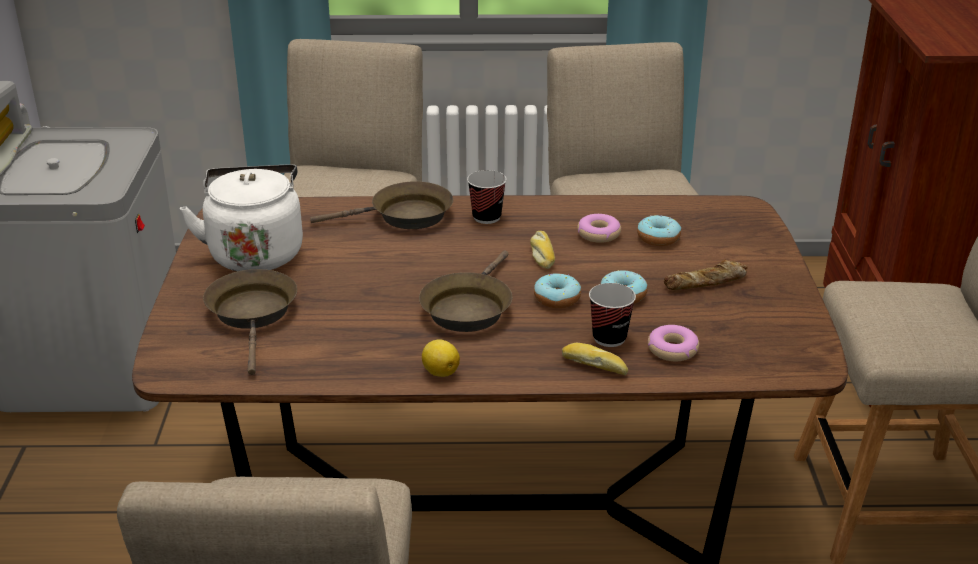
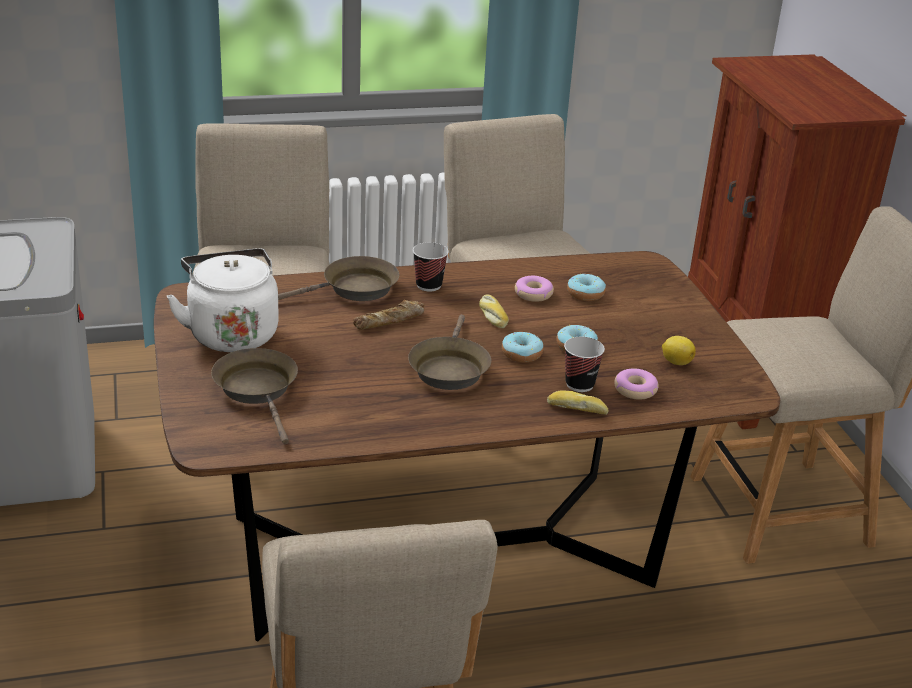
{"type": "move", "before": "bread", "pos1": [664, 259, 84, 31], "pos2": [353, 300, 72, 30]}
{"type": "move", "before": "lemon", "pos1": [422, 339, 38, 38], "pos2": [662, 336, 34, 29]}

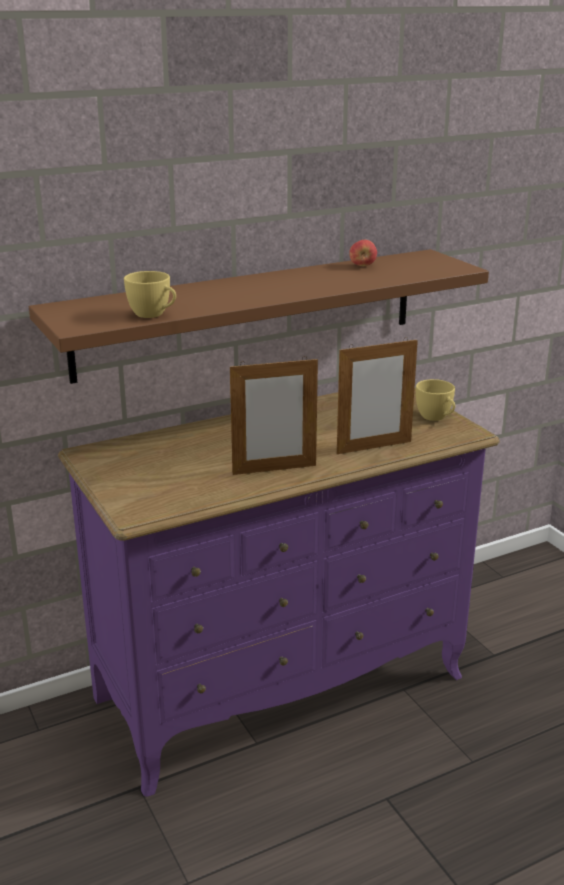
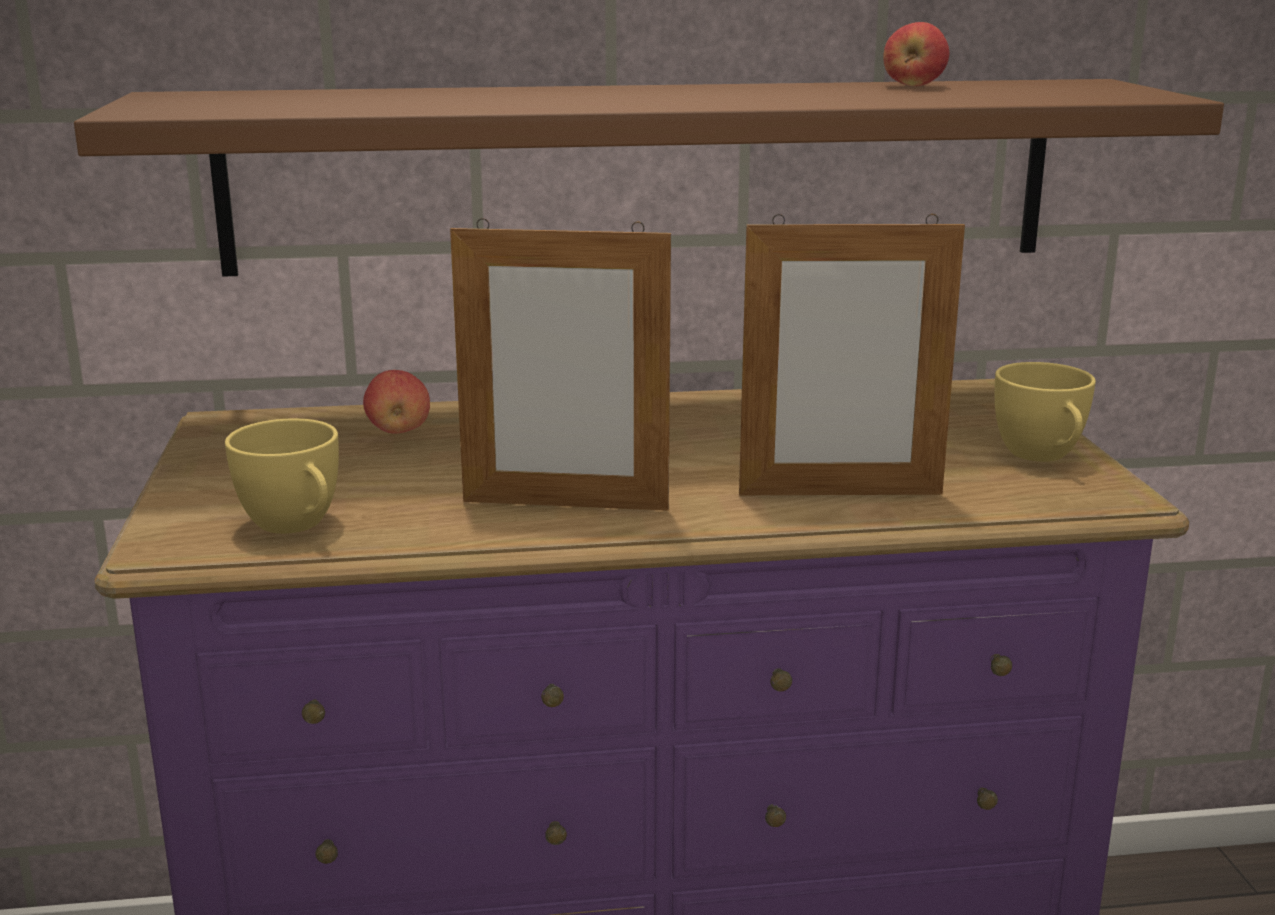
{"type": "move", "before": "cup (yellow)", "pos1": [124, 271, 52, 47], "pos2": [225, 419, 114, 115]}
{"type": "insert", "after": "apple", "pos2": [363, 370, 67, 64]}

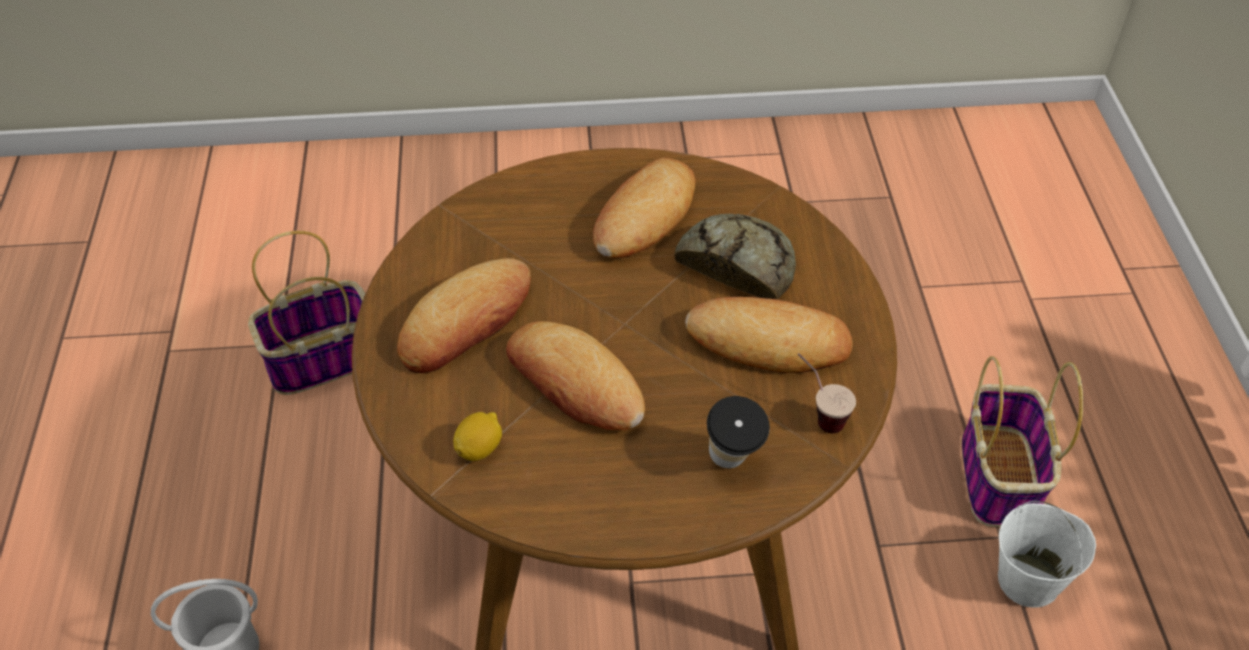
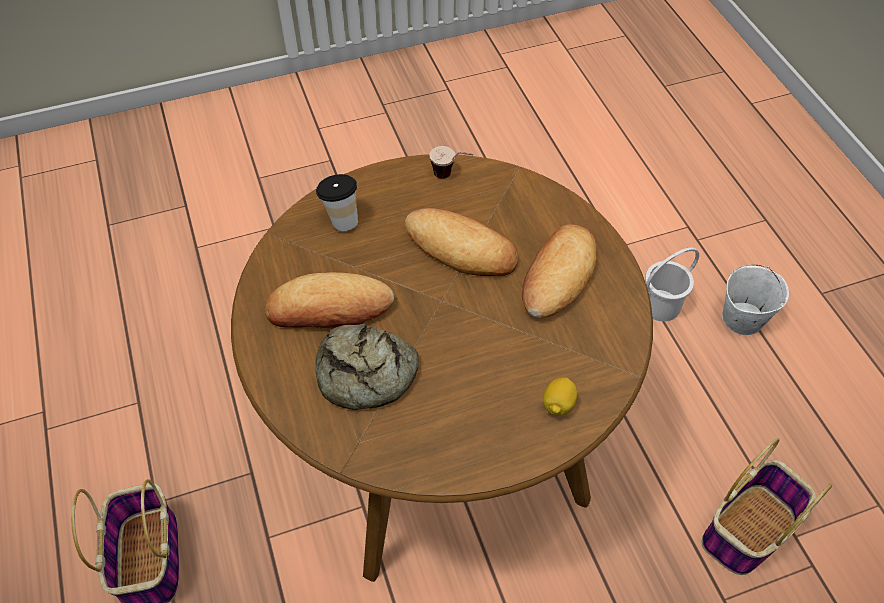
{"type": "delete", "before": "bread", "pos1": [593, 158, 103, 100]}
{"type": "move", "before": "cup", "pos1": [797, 353, 59, 80], "pos2": [429, 146, 44, 33]}
{"type": "move", "before": "lemon", "pos1": [453, 412, 49, 49], "pos2": [542, 377, 35, 39]}
{"type": "move", "before": "bucket (white)", "pos1": [998, 501, 98, 107], "pos2": [722, 265, 67, 70]}

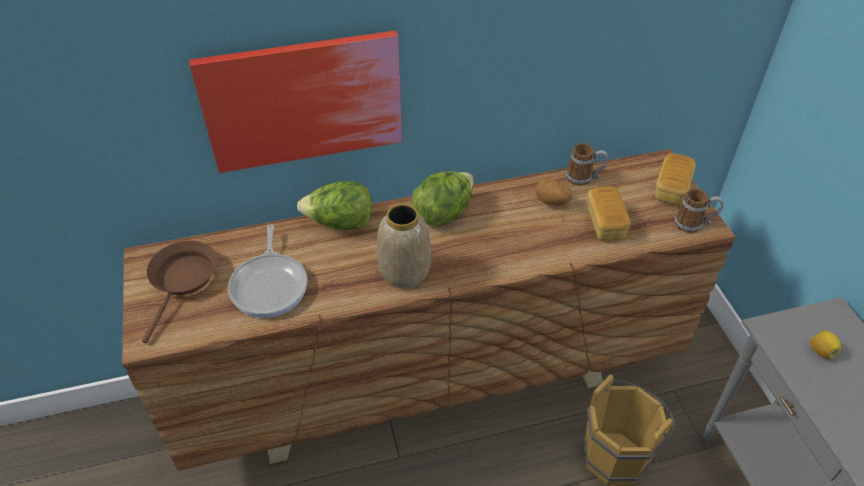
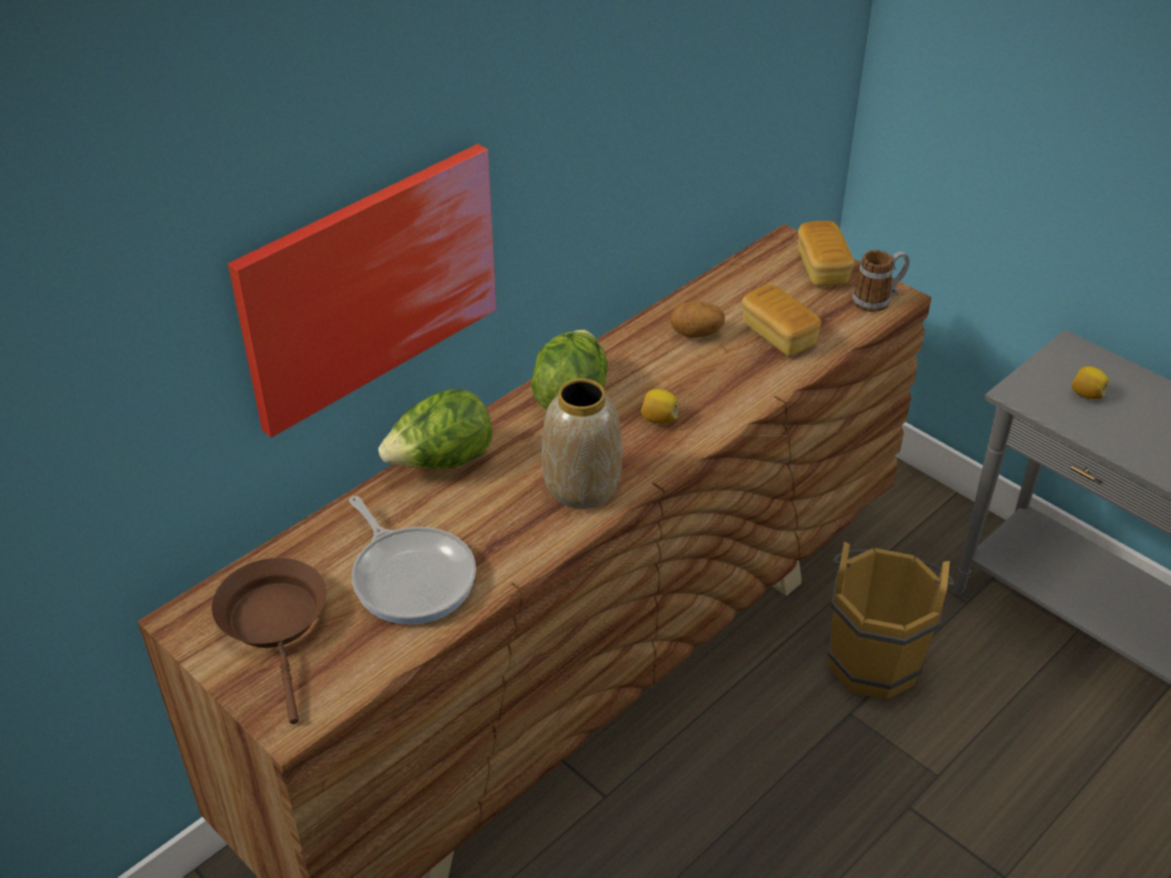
{"type": "delete", "before": "mug", "pos1": [566, 143, 42, 43]}
{"type": "insert", "after": "lemon", "pos2": [641, 389, 37, 35]}

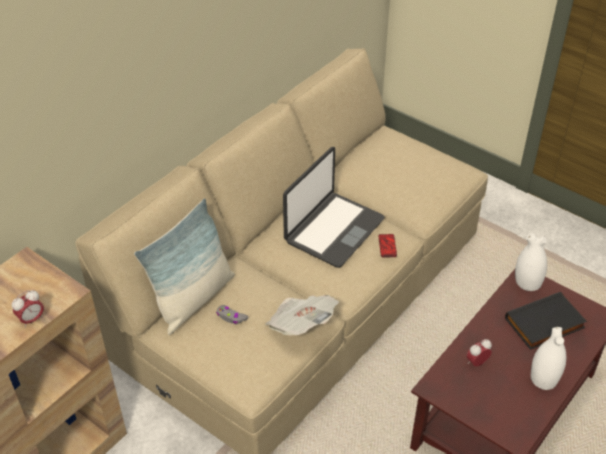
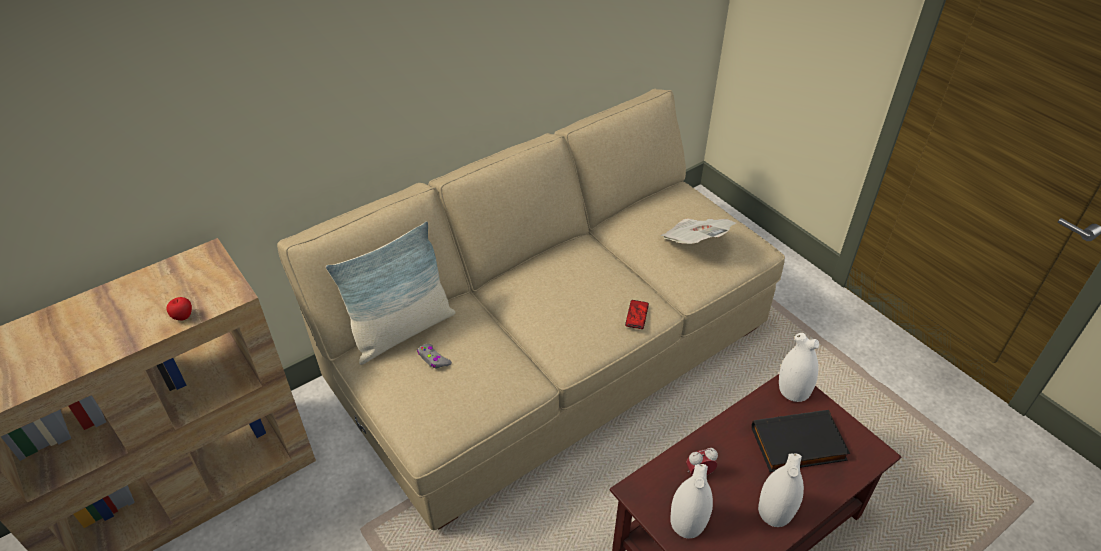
{"type": "delete", "before": "laptop", "pos1": [283, 147, 102, 121]}
{"type": "replace", "before": "alarm clock", "after": "apple", "pos1": [12, 290, 32, 38], "pos2": [166, 297, 26, 23]}
{"type": "move", "before": "newspaper", "pos1": [265, 295, 74, 41], "pos2": [660, 219, 76, 25]}
{"type": "insert", "after": "vase (white)", "pos2": [670, 464, 43, 74]}

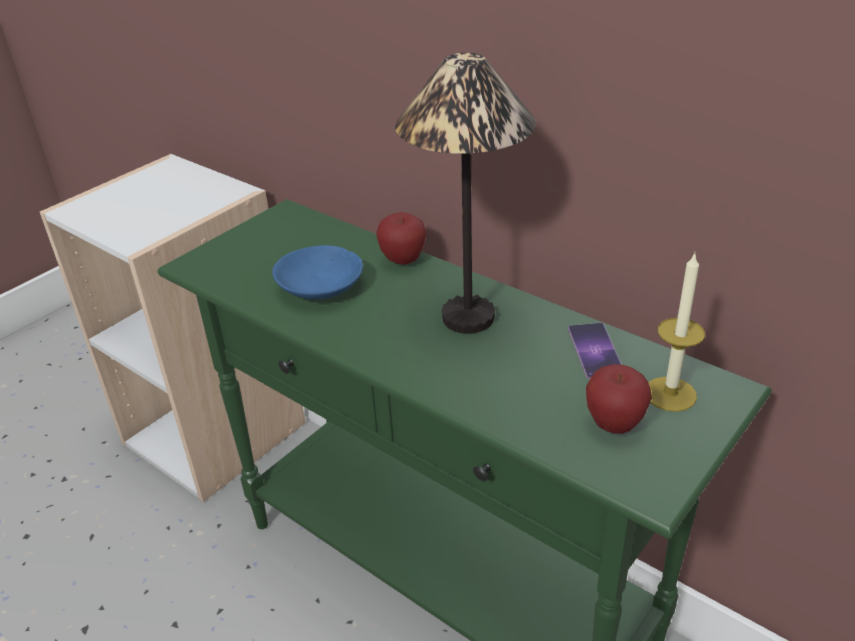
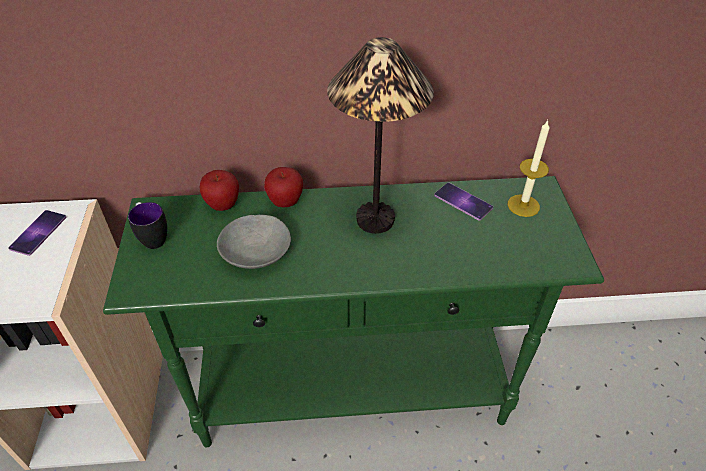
{"type": "recolor", "before": "bowl (blue)", "after": "bowl (grey)", "pos1": [272, 245, 91, 55], "pos2": [217, 215, 74, 54]}
{"type": "move", "before": "apple", "pos1": [586, 364, 66, 70], "pos2": [200, 170, 39, 41]}
{"type": "insert", "after": "mug", "pos2": [128, 202, 39, 47]}
{"type": "insert", "after": "phone", "pos2": [8, 210, 58, 46]}

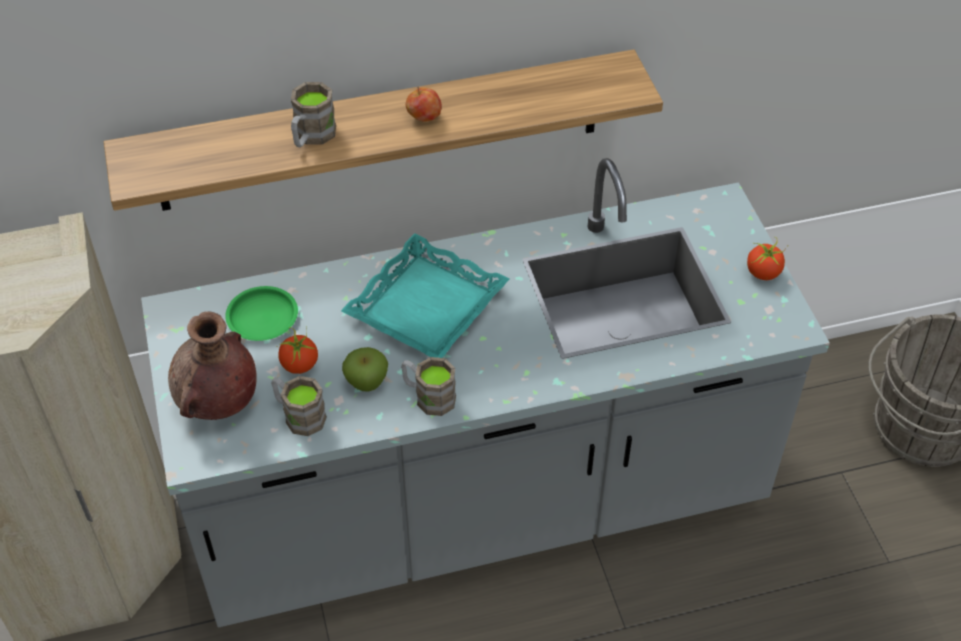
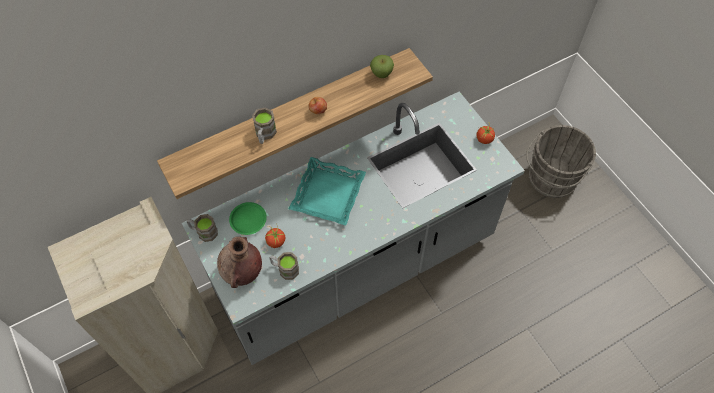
{"type": "move", "before": "apple", "pos1": [342, 347, 46, 44], "pos2": [370, 55, 24, 23]}
{"type": "move", "before": "mug (brown)", "pos1": [401, 357, 55, 59], "pos2": [187, 214, 31, 28]}

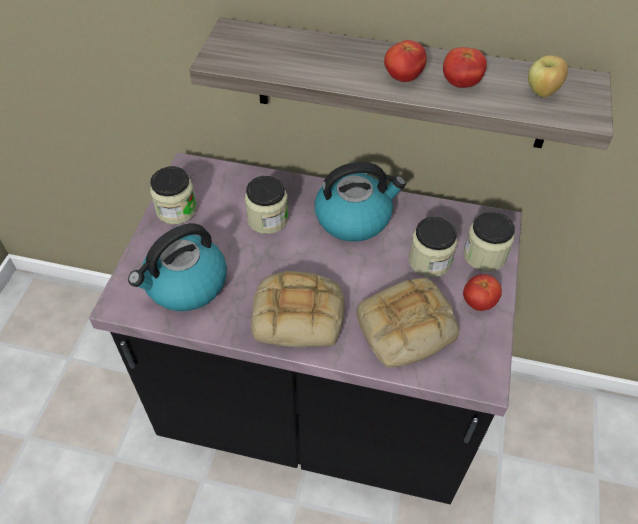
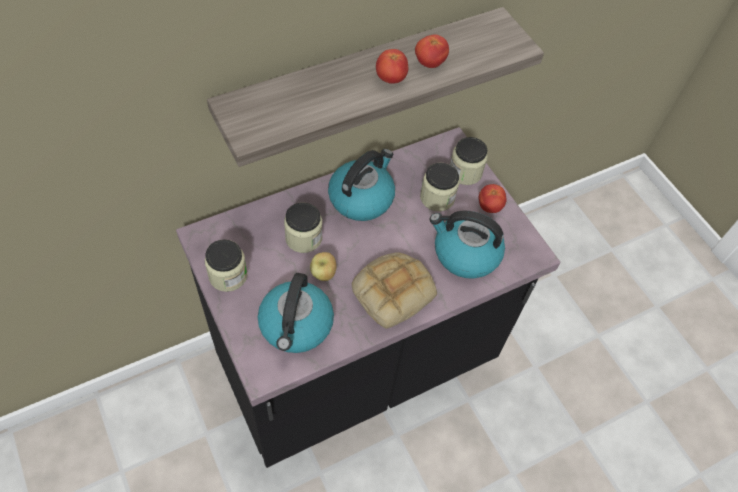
{"type": "move", "before": "apple", "pos1": [528, 55, 40, 42], "pos2": [310, 252, 27, 29]}
{"type": "replace", "before": "bread", "after": "kettle", "pos1": [357, 278, 102, 90], "pos2": [430, 210, 75, 68]}

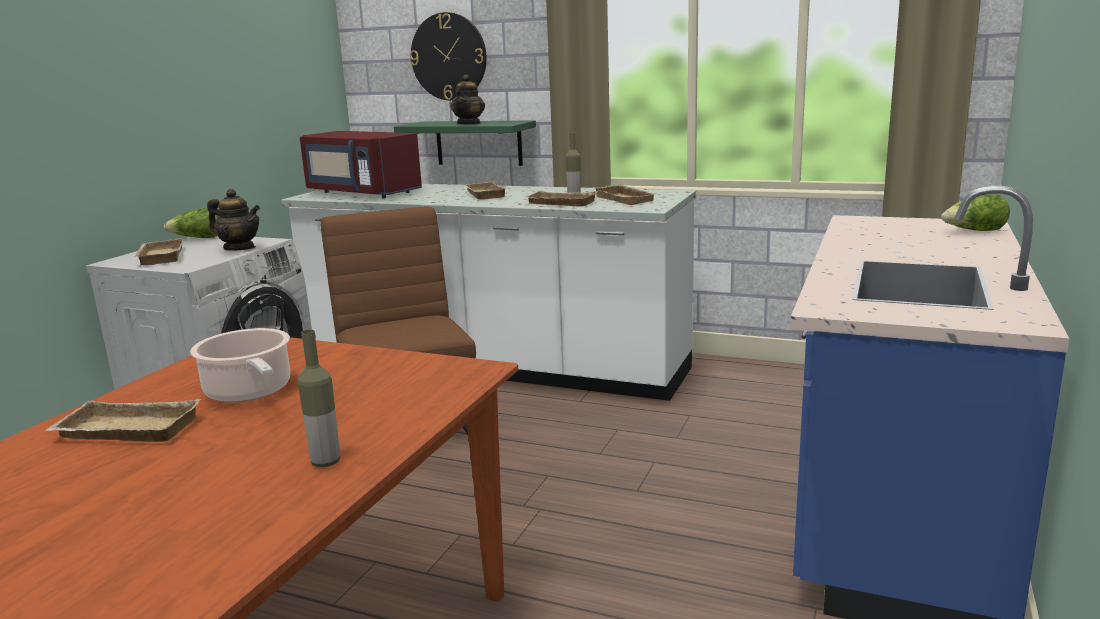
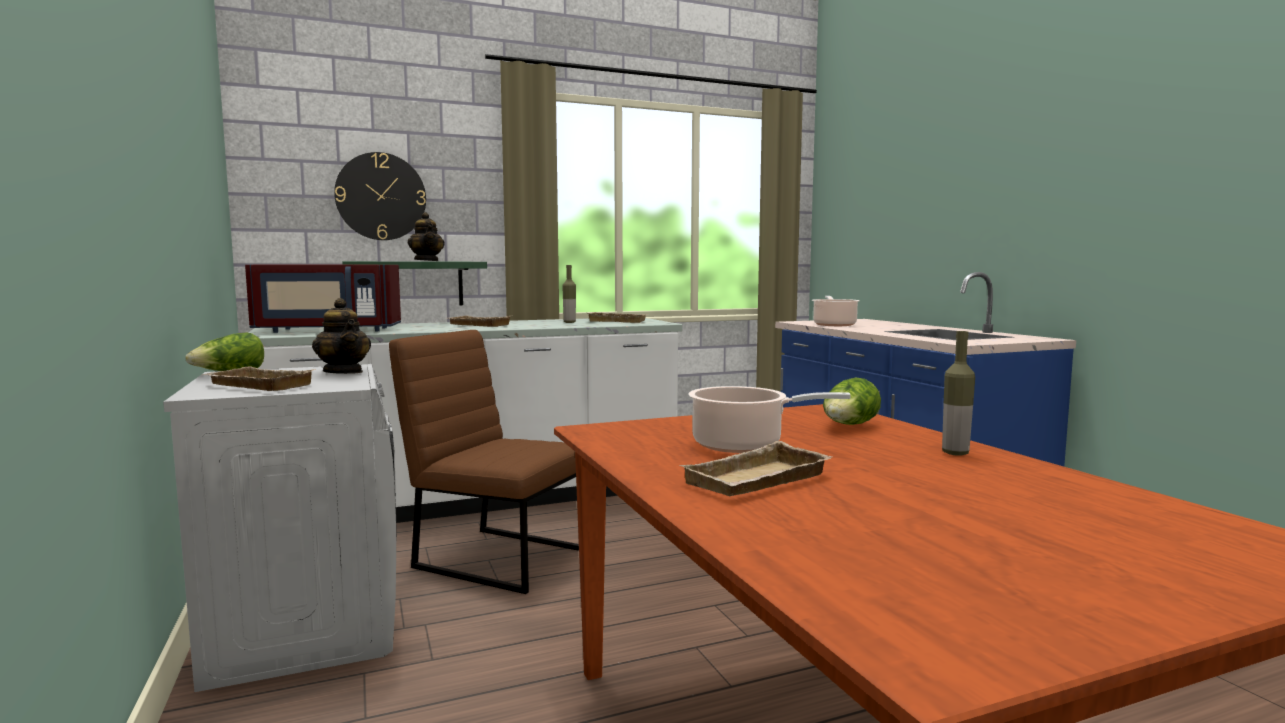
{"type": "rotate", "before": "teapot", "pos1": [207, 189, 53, 62], "pos2": [312, 298, 59, 76], "turn": 75}
{"type": "delete", "before": "tray (beige)", "pos1": [524, 191, 74, 16]}
{"type": "move", "before": "lettuce", "pos1": [941, 194, 69, 37], "pos2": [823, 377, 58, 48]}
{"type": "insert", "after": "cooking pot", "pos2": [812, 296, 48, 30]}

